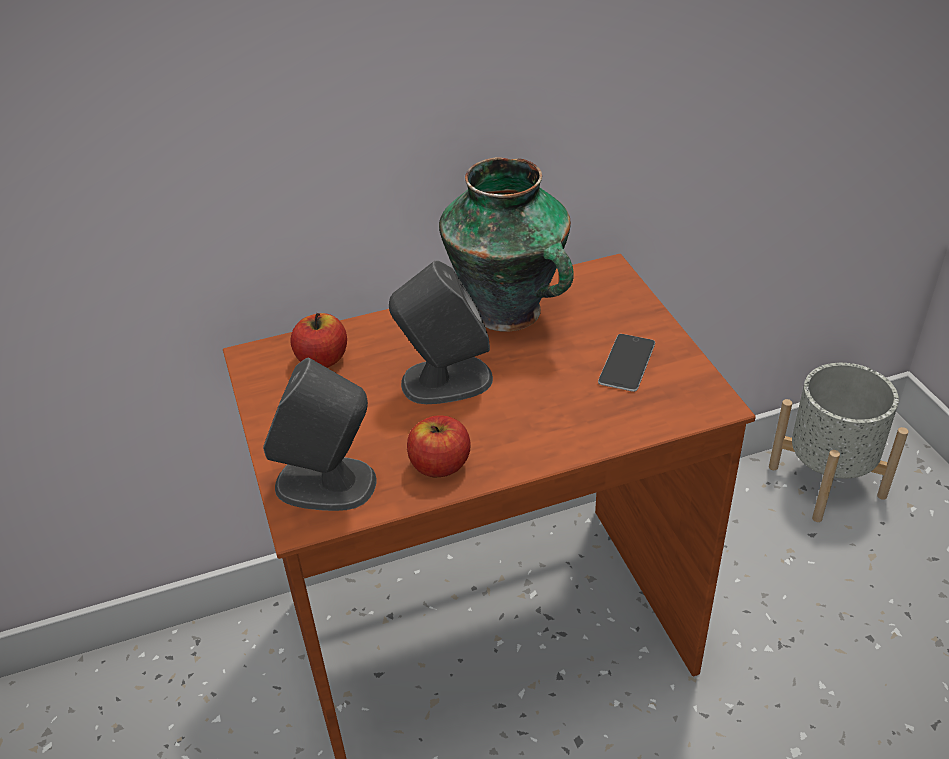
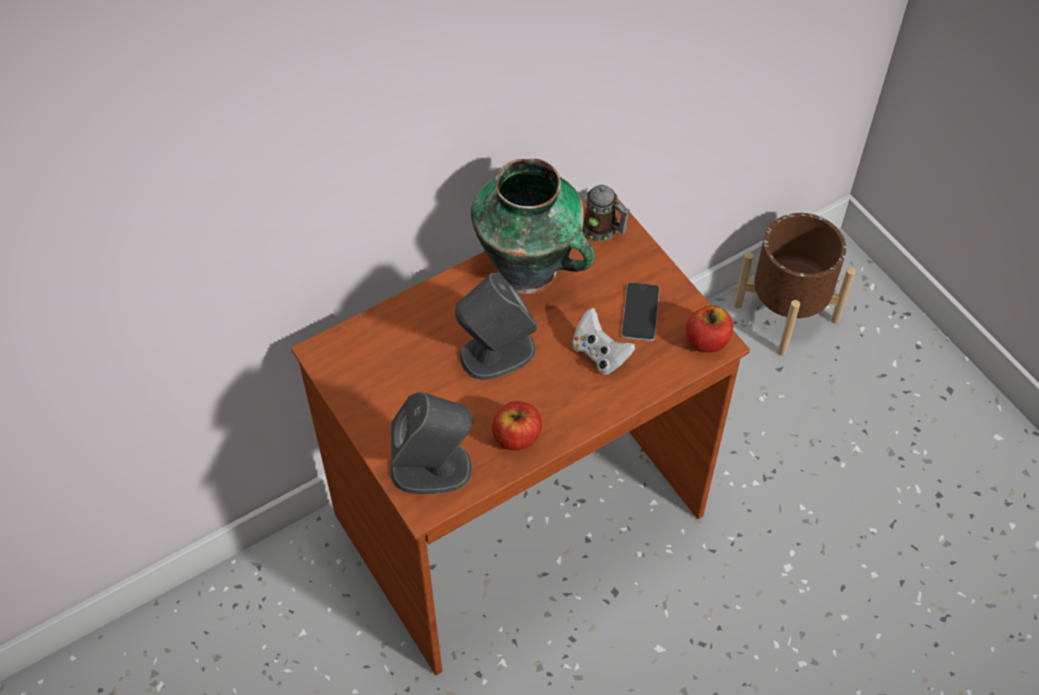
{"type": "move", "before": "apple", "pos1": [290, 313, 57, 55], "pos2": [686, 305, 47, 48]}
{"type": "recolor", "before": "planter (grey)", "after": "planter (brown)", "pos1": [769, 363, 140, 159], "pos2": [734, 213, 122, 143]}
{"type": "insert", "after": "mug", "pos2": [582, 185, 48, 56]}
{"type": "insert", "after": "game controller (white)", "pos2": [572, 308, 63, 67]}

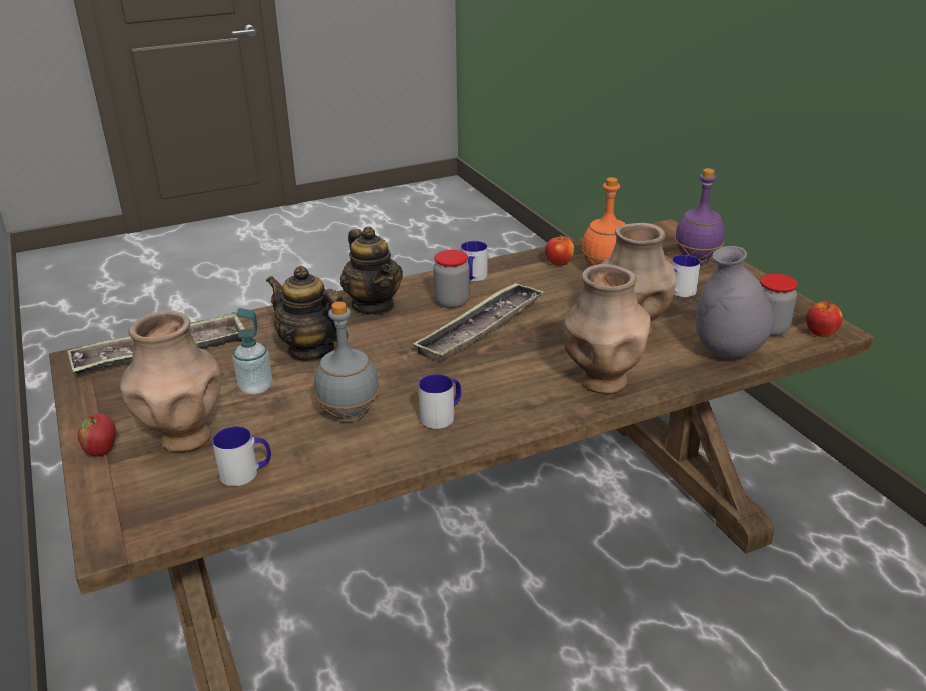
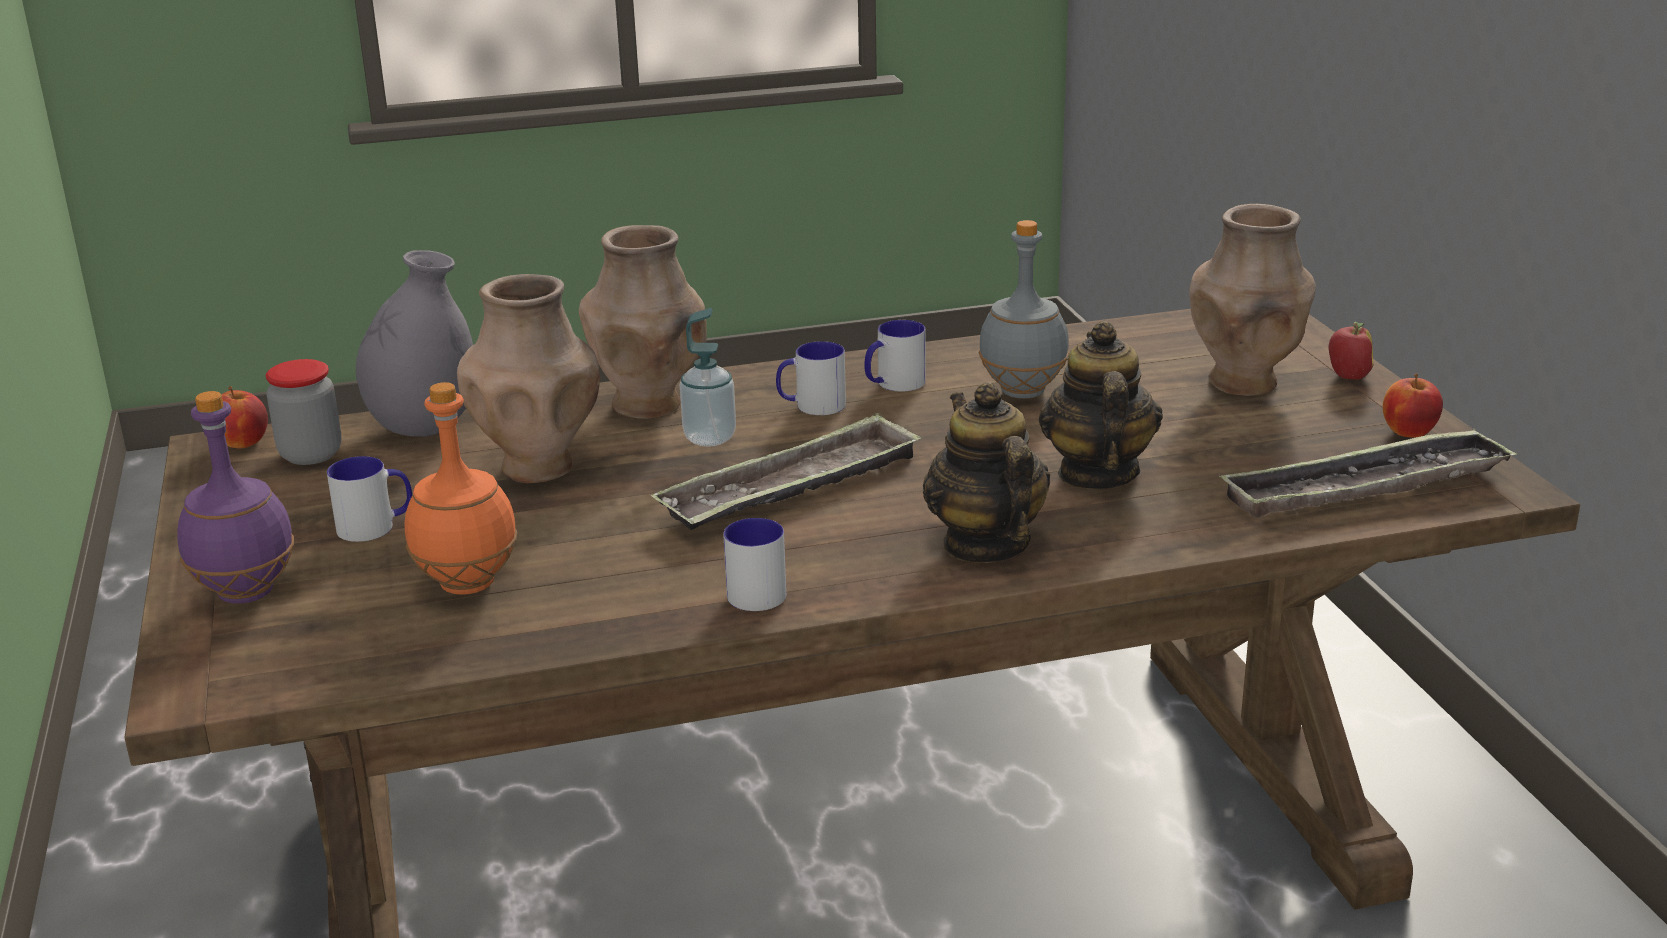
{"type": "move", "before": "apple", "pos1": [545, 235, 29, 31], "pos2": [1383, 373, 60, 65]}
{"type": "delete", "before": "jar", "pos1": [433, 250, 37, 58]}
{"type": "rotate", "before": "teapot", "pos1": [266, 266, 82, 96], "pos2": [1039, 321, 124, 168], "turn": -135}
{"type": "move", "before": "soap dispenser", "pos1": [232, 308, 40, 87], "pos2": [680, 308, 56, 139]}
{"type": "move", "before": "mug", "pos1": [212, 426, 59, 60], "pos2": [776, 341, 70, 74]}

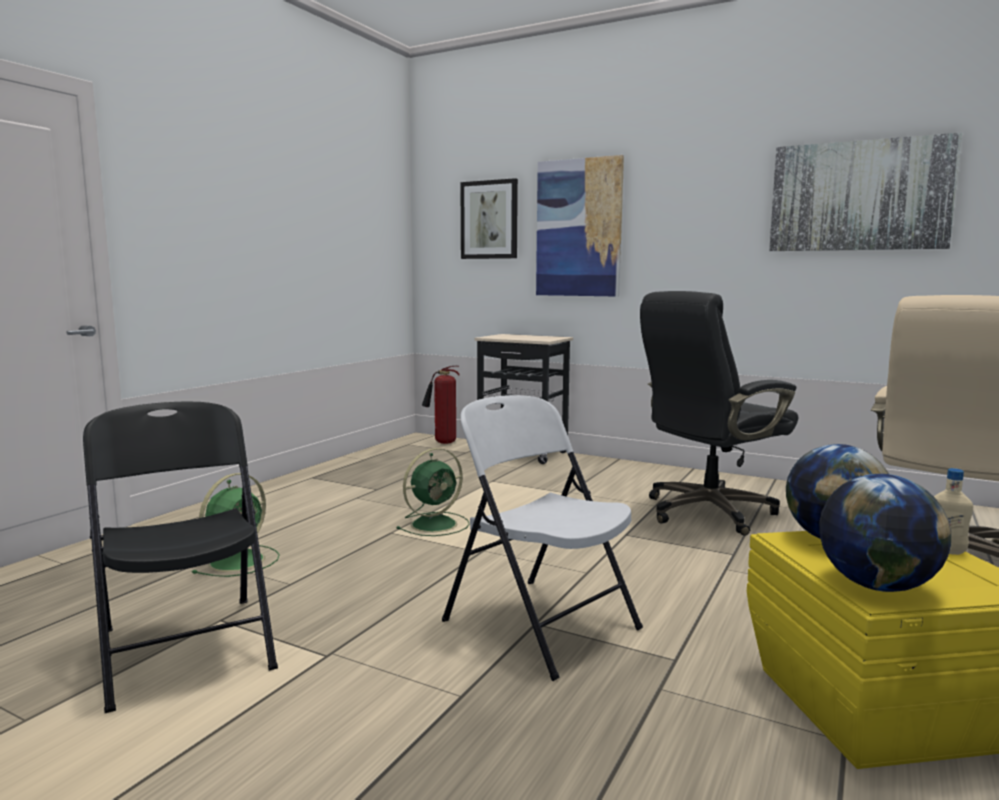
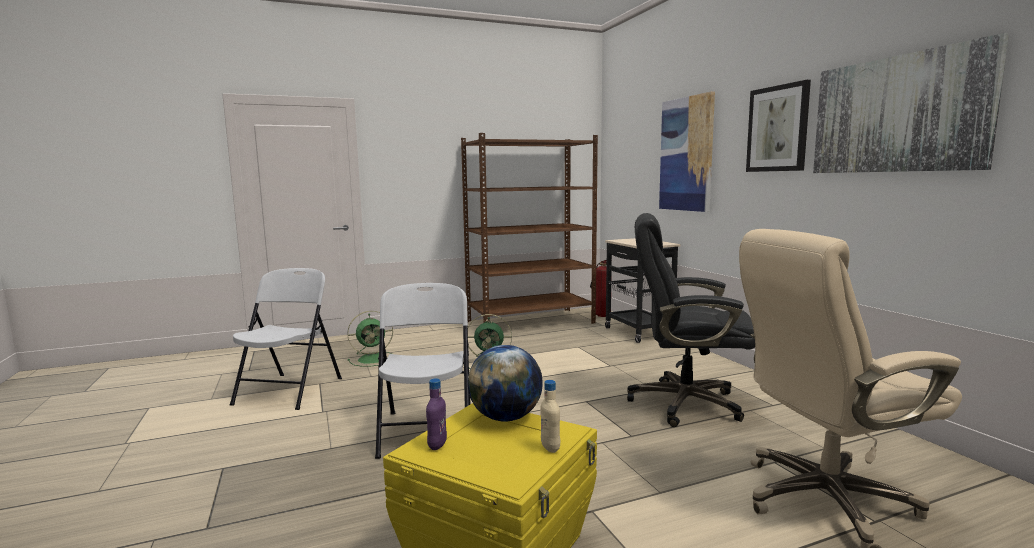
{"type": "move", "before": "picture", "pos1": [460, 178, 58, 81], "pos2": [746, 80, 65, 92]}
{"type": "recolor", "before": "chair (black)", "after": "chair (white)", "pos1": [83, 402, 195, 311], "pos2": [230, 268, 112, 142]}
{"type": "replace", "before": "globe", "after": "bottle (purple)", "pos1": [819, 474, 132, 118], "pos2": [426, 378, 21, 72]}
{"type": "insert", "after": "bookcase (brown)", "pos2": [461, 133, 137, 191]}

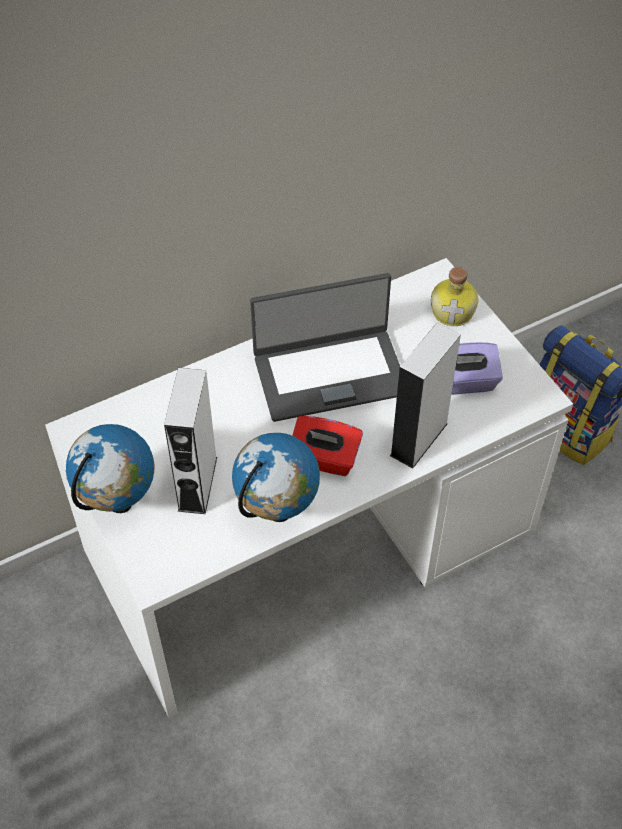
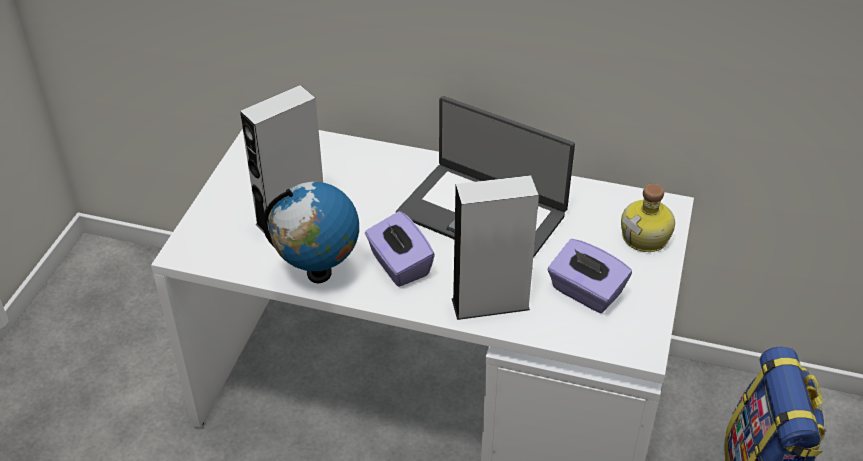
{"type": "recolor", "before": "tissue box (red)", "after": "tissue box (purple)", "pos1": [292, 416, 71, 60], "pos2": [365, 211, 70, 76]}
{"type": "delete", "before": "globe", "pos1": [66, 424, 89, 89]}

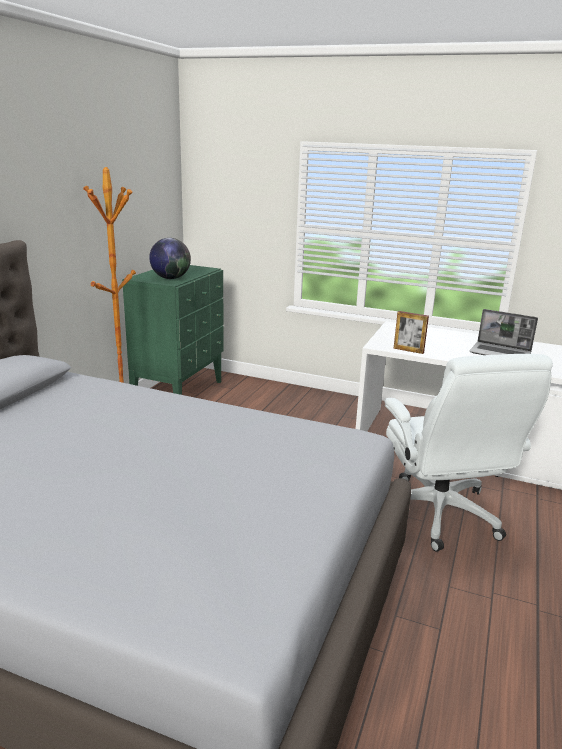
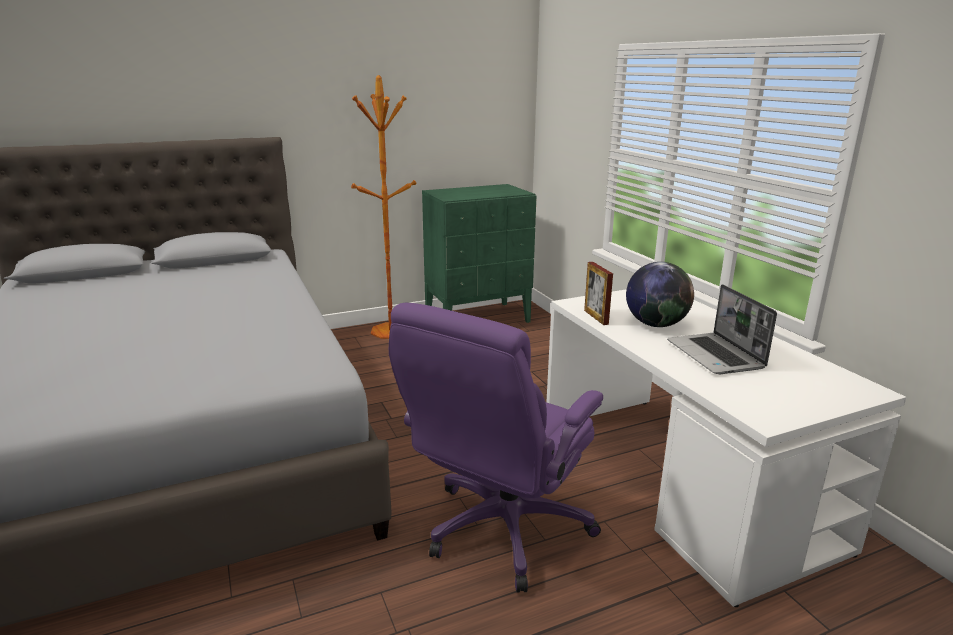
{"type": "move", "before": "globe", "pos1": [149, 238, 42, 41], "pos2": [626, 262, 68, 65]}
{"type": "recolor", "before": "office chair (white)", "after": "office chair (purple)", "pos1": [385, 354, 168, 198], "pos2": [389, 303, 214, 290]}

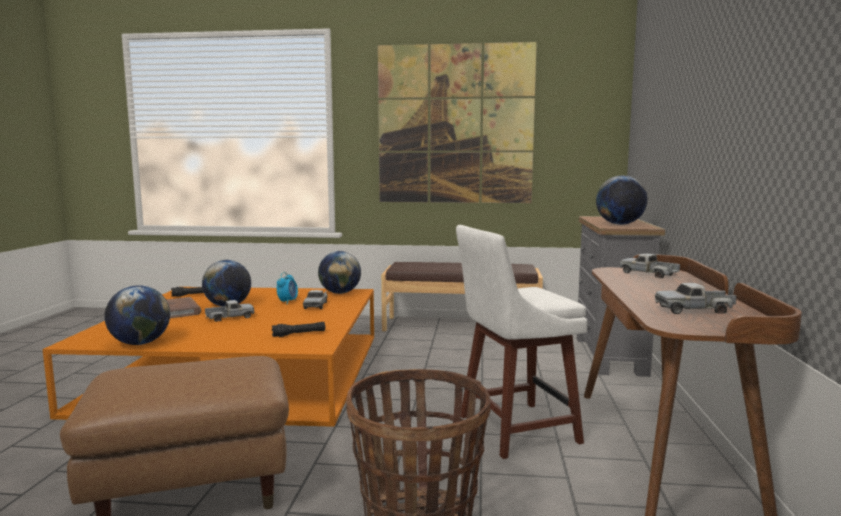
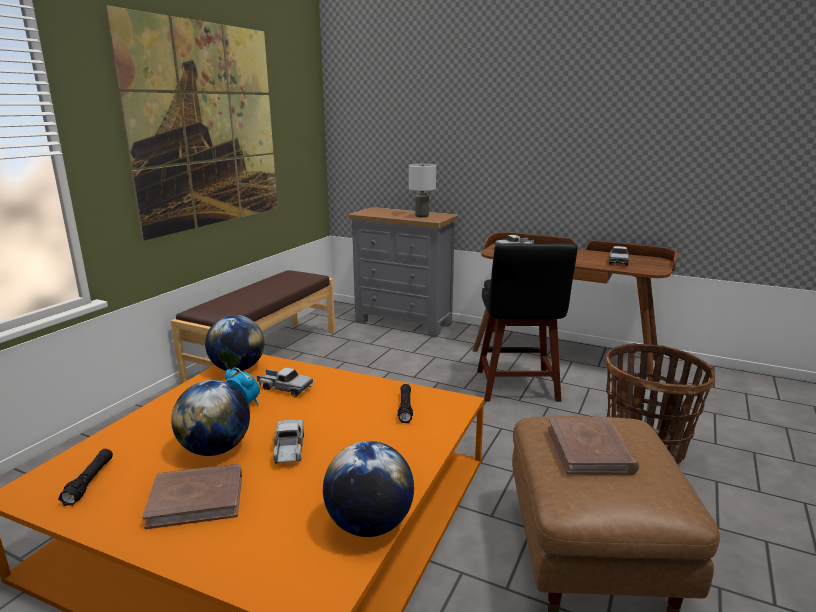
{"type": "replace", "before": "globe", "after": "table lamp (white)", "pos1": [596, 175, 52, 50], "pos2": [409, 164, 27, 53]}
{"type": "recolor", "before": "chair (white)", "after": "chair (black)", "pos1": [456, 225, 132, 234], "pos2": [477, 243, 101, 159]}
{"type": "insert", "after": "book (brown)", "pos2": [548, 418, 91, 57]}

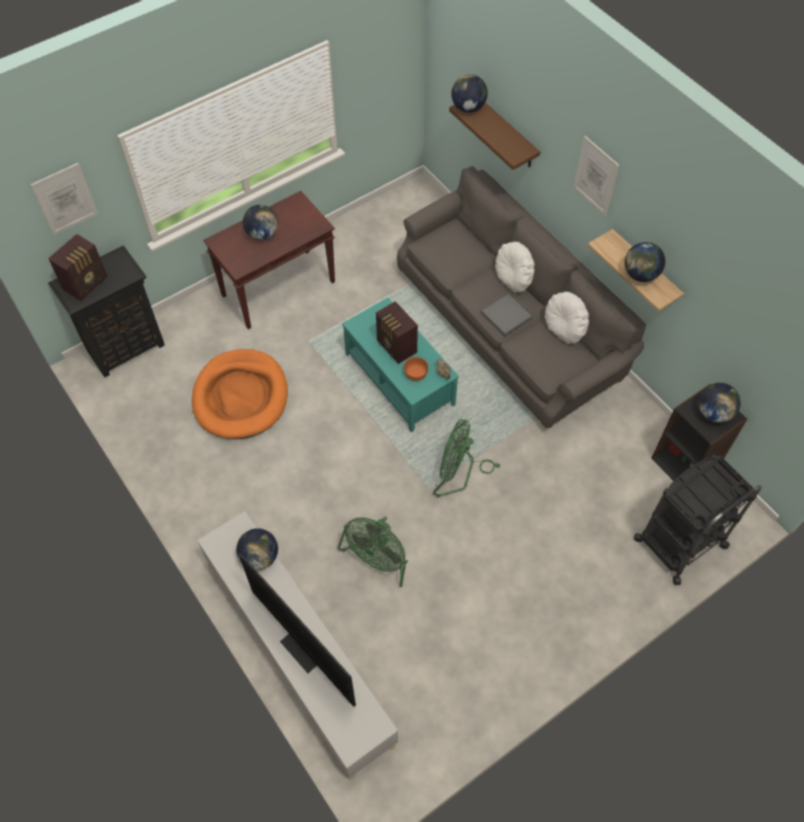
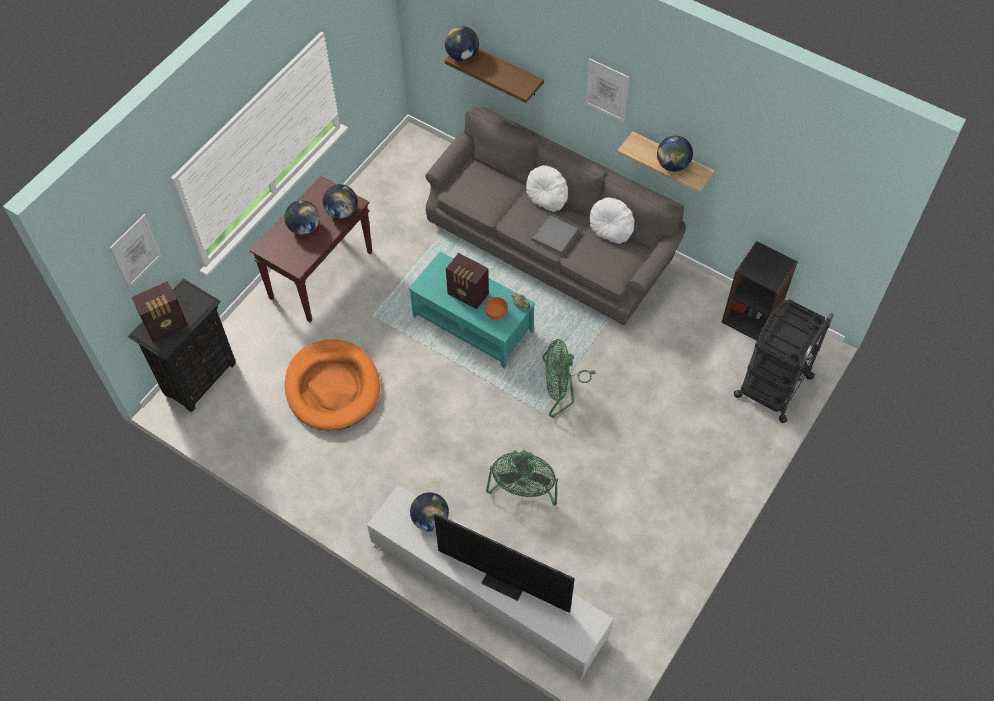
{"type": "rotate", "before": "radio", "pos1": [48, 234, 59, 67], "pos2": [131, 281, 57, 60], "turn": 45}
{"type": "move", "before": "globe", "pos1": [699, 383, 42, 40], "pos2": [323, 184, 34, 35]}

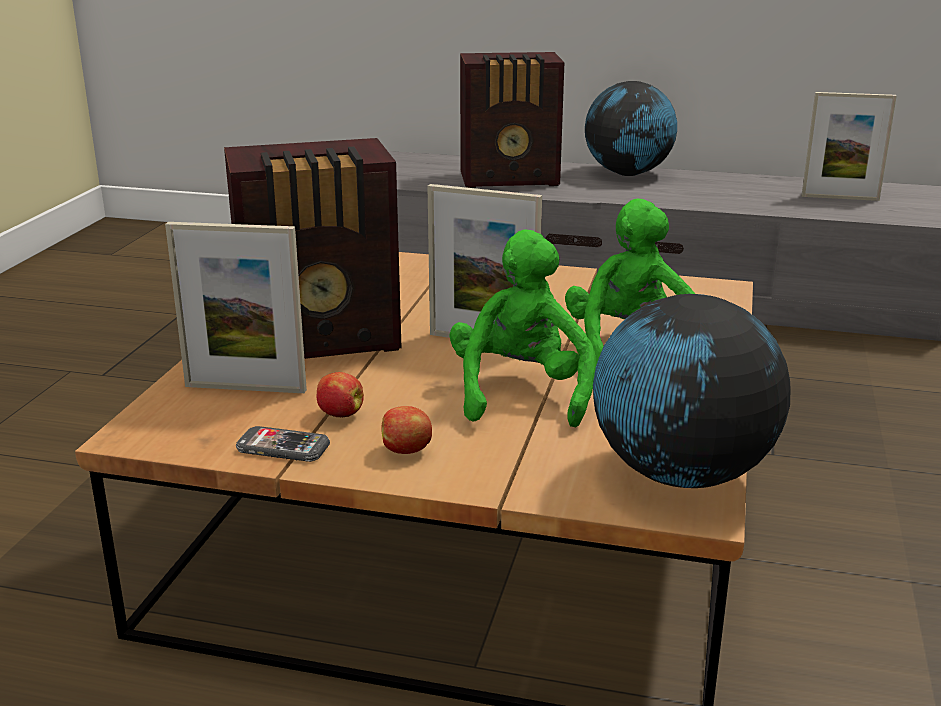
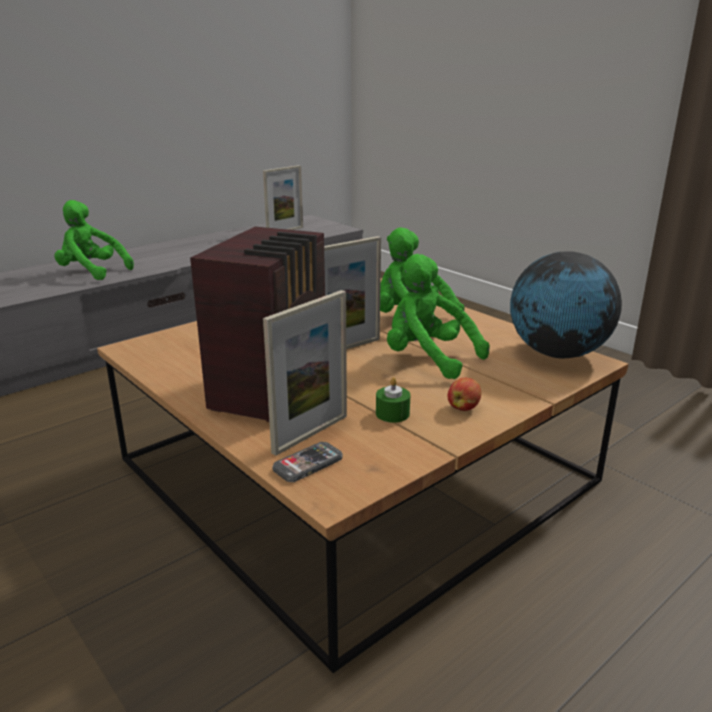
{"type": "replace", "before": "radio", "after": "plush toy (green)", "pos1": [460, 52, 104, 136], "pos2": [54, 200, 80, 80]}
{"type": "delete", "before": "globe", "pos1": [585, 81, 92, 95]}
{"type": "replace", "before": "apple", "after": "candle (green)", "pos1": [317, 372, 47, 46], "pos2": [376, 377, 34, 46]}
{"type": "move", "before": "phone", "pos1": [236, 426, 94, 36], "pos2": [272, 442, 71, 40]}

